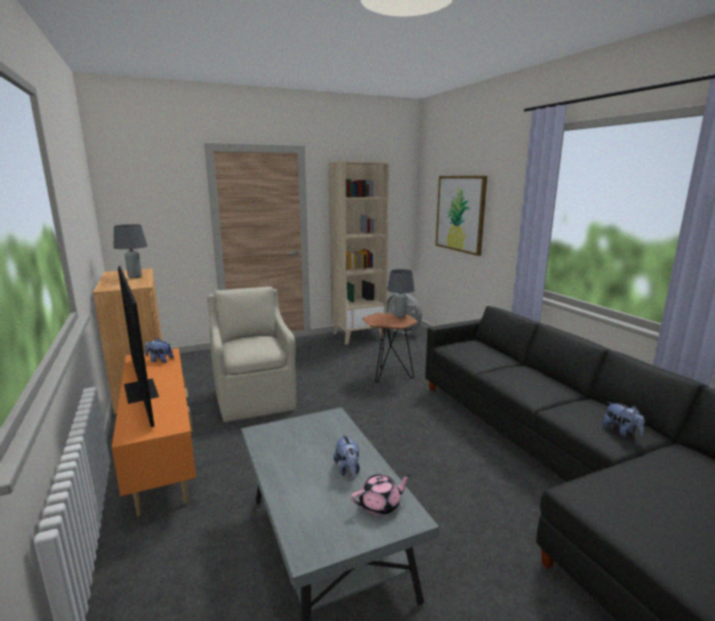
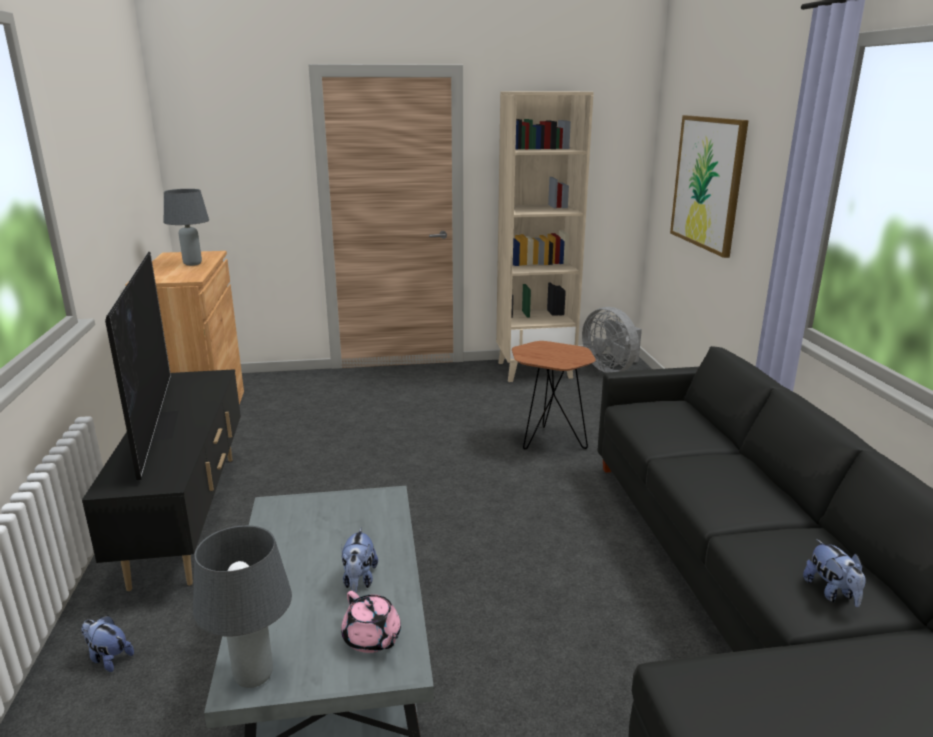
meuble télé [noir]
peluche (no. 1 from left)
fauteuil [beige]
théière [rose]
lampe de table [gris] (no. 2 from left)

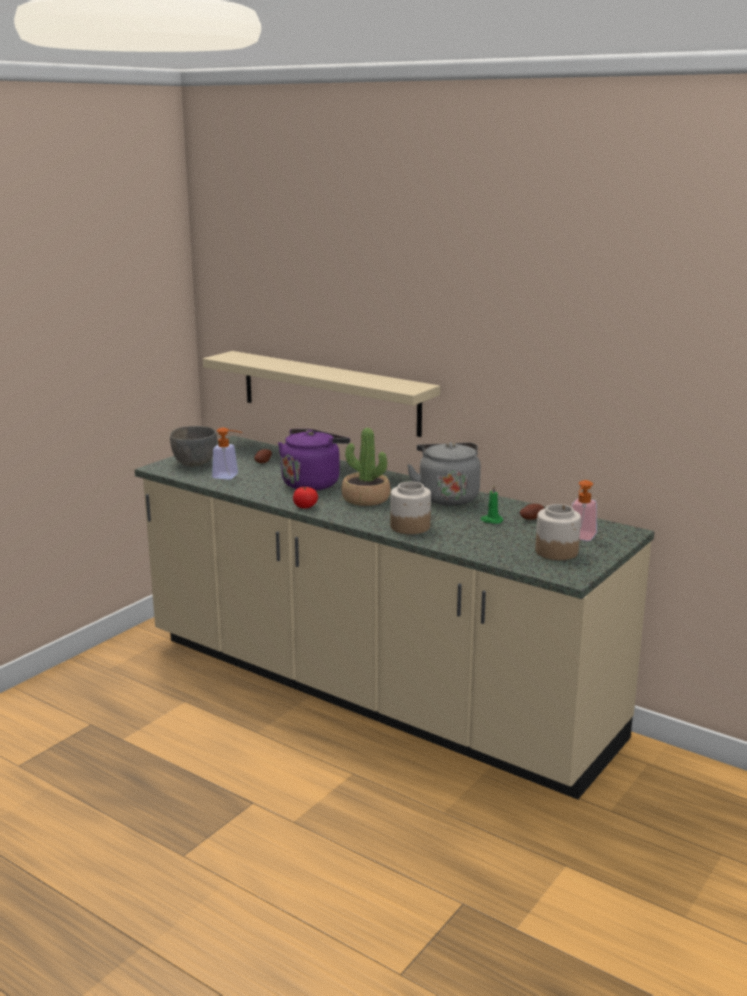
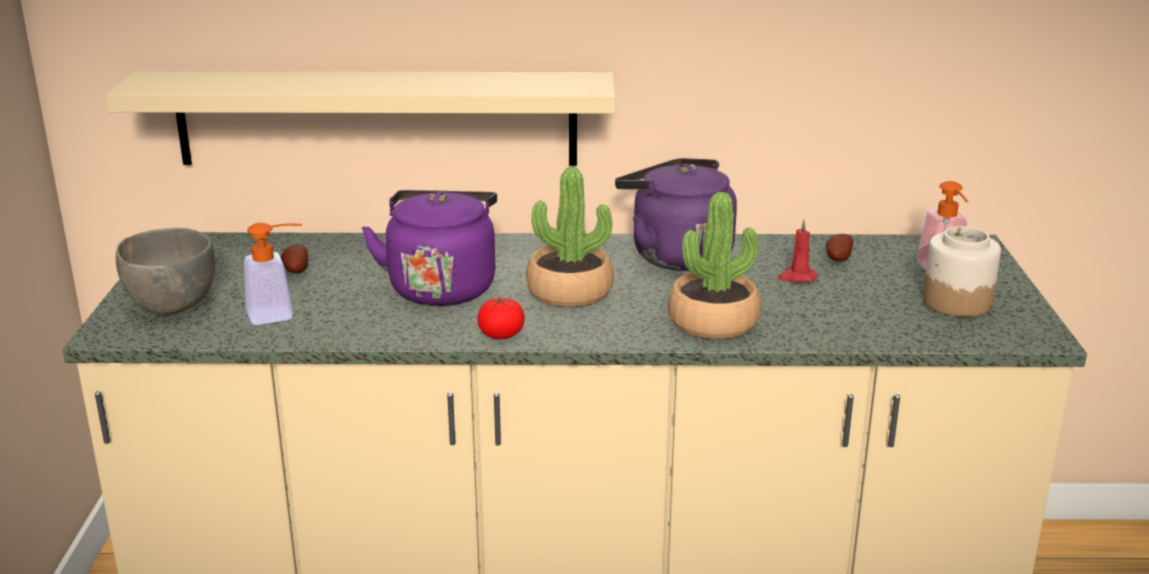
plante en pot (no. 2 from left)
bouilloire [violet] (no. 2 from left)
bougie [rouge]

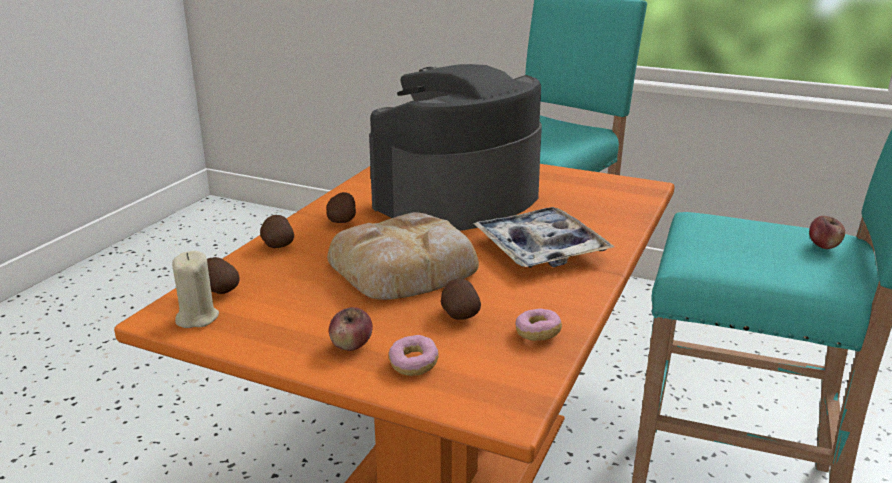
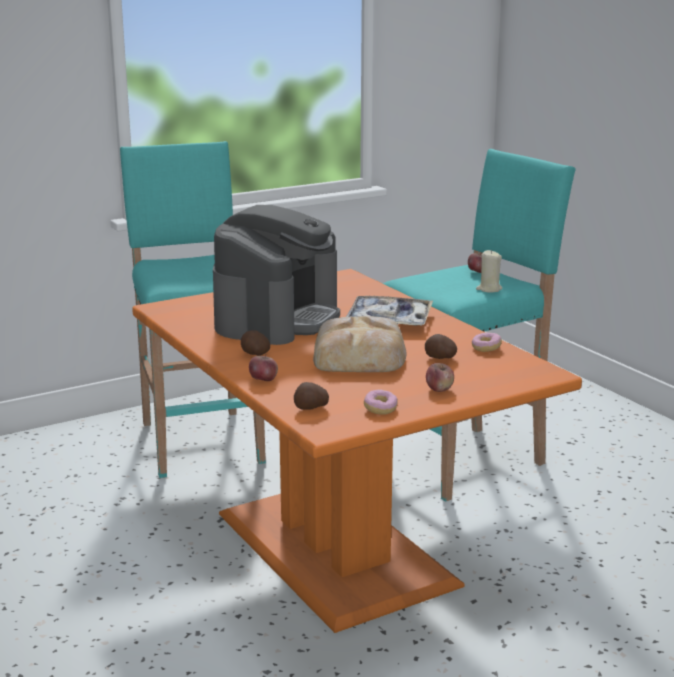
bougie [beige]
pomme (no. 1 from left)
machine à café
beignet (no. 1 from left)

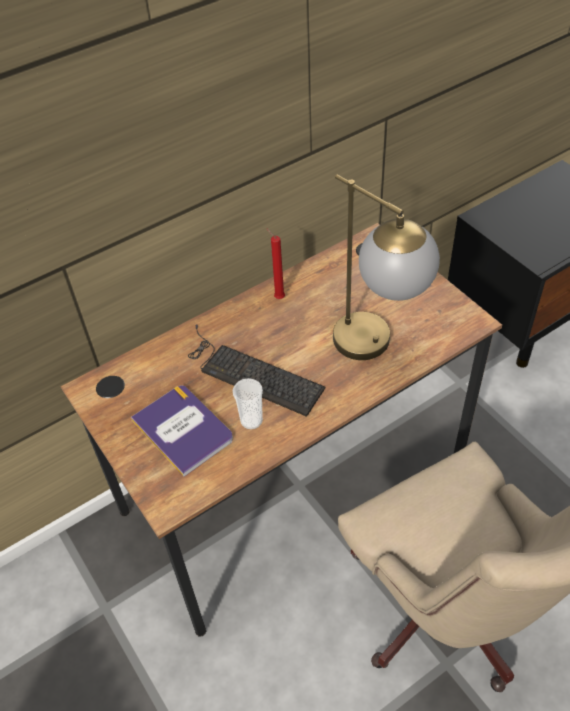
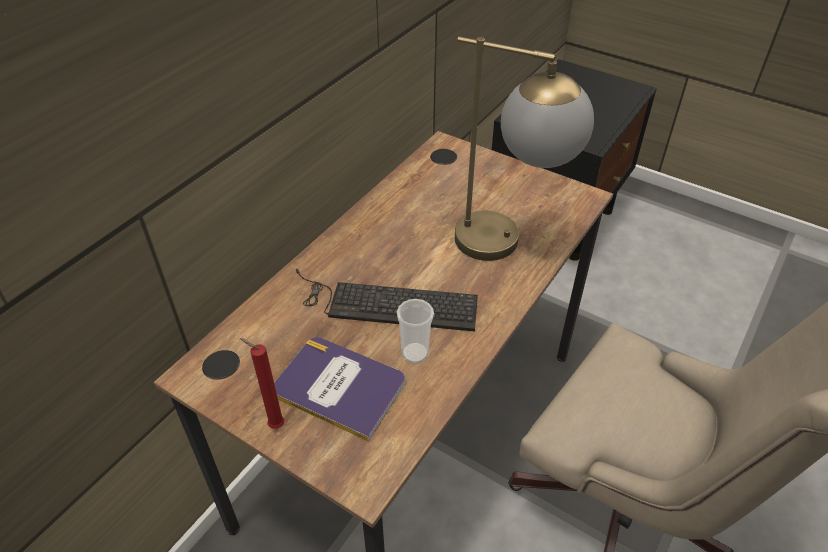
bougie [rouge]

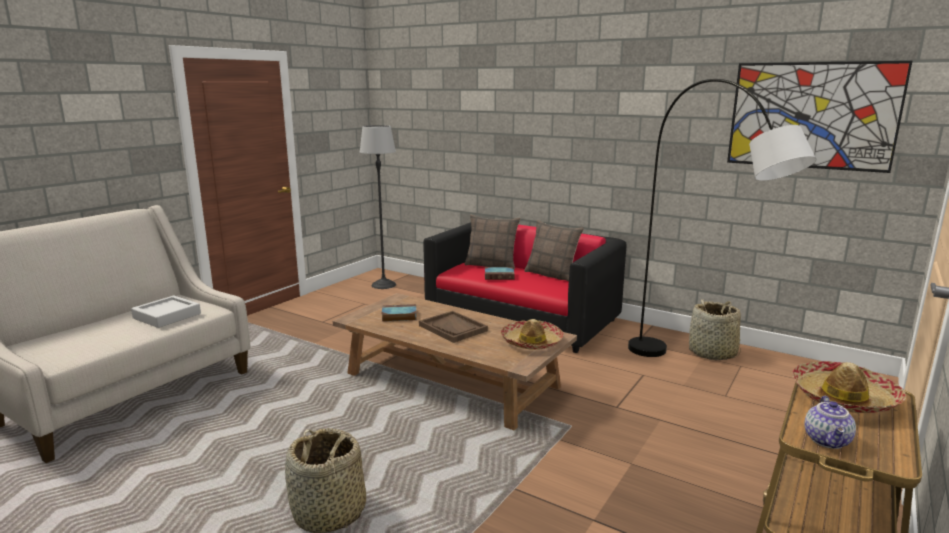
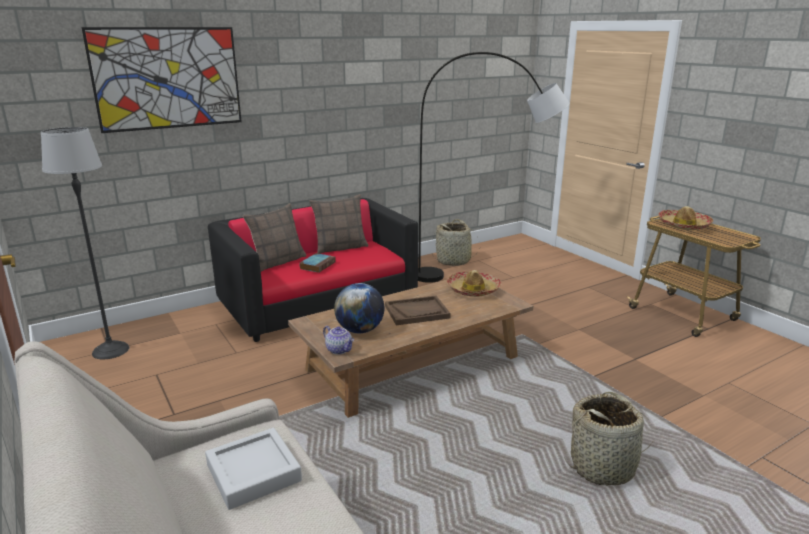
globe
tableau
théière

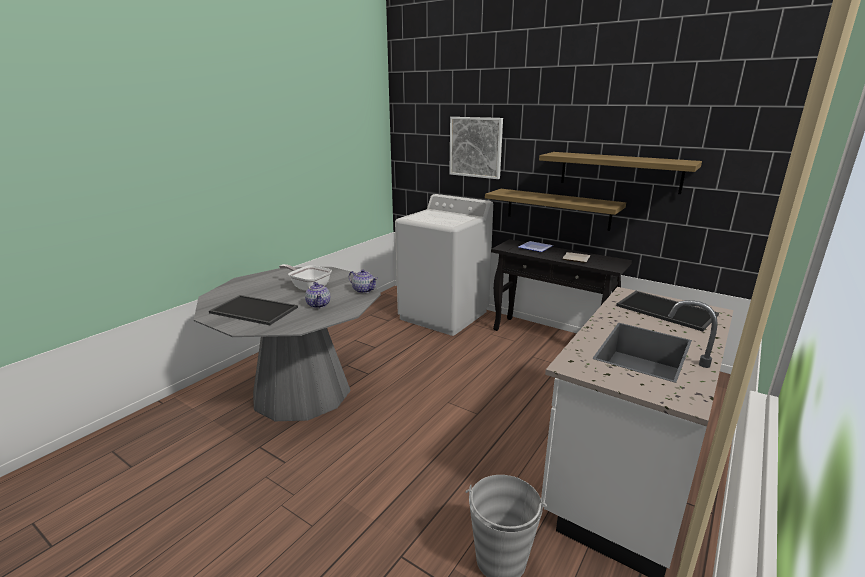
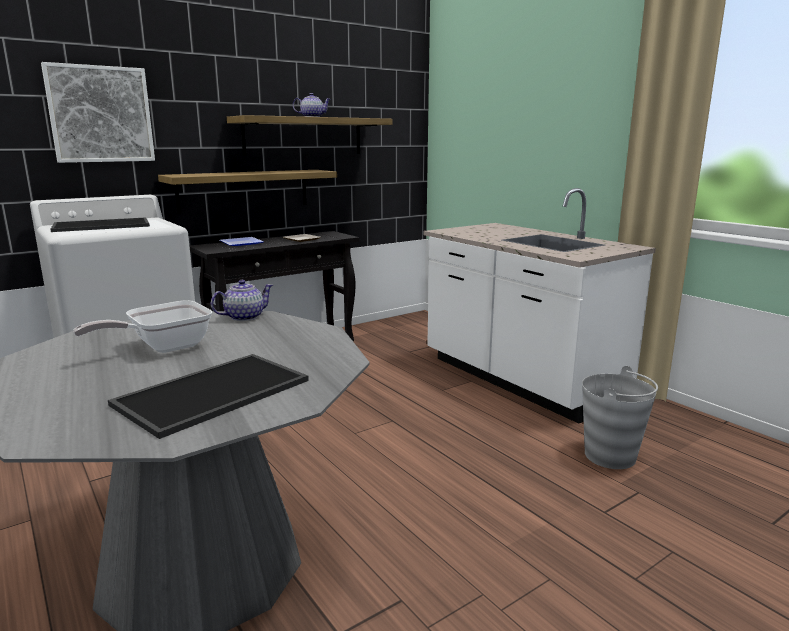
théière (no. 2 from left)
plateau (no. 1 from left)

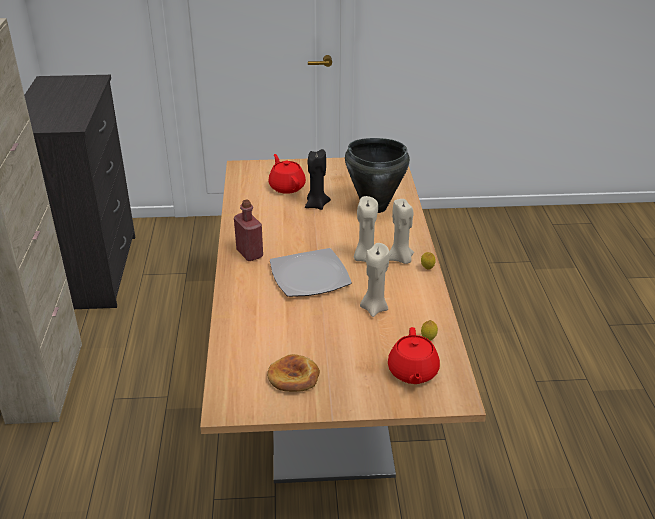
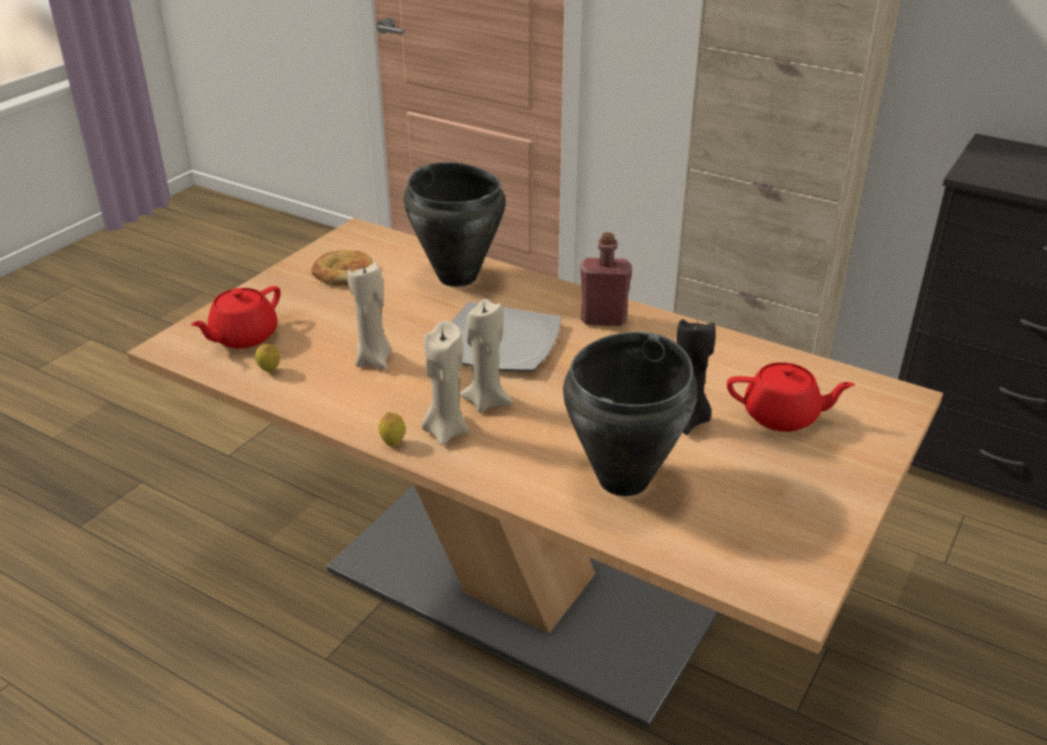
théière [rouge] (no. 1 from left)
marmite [noir] (no. 1 from left)

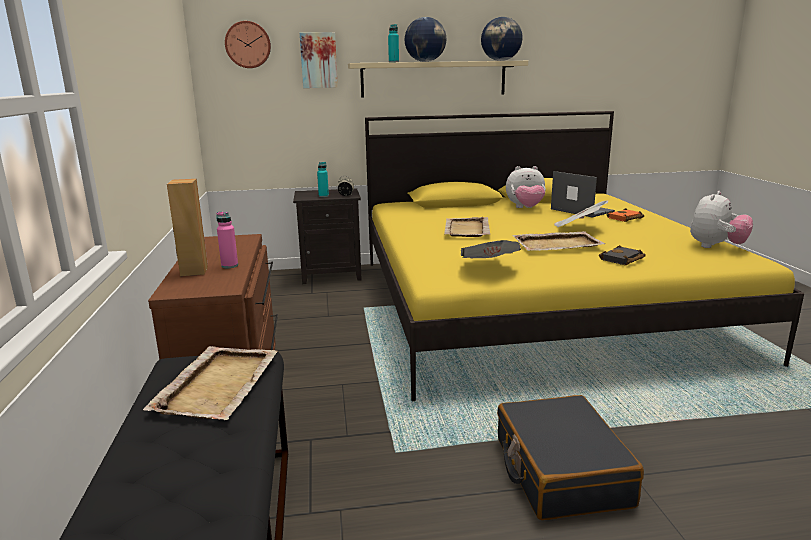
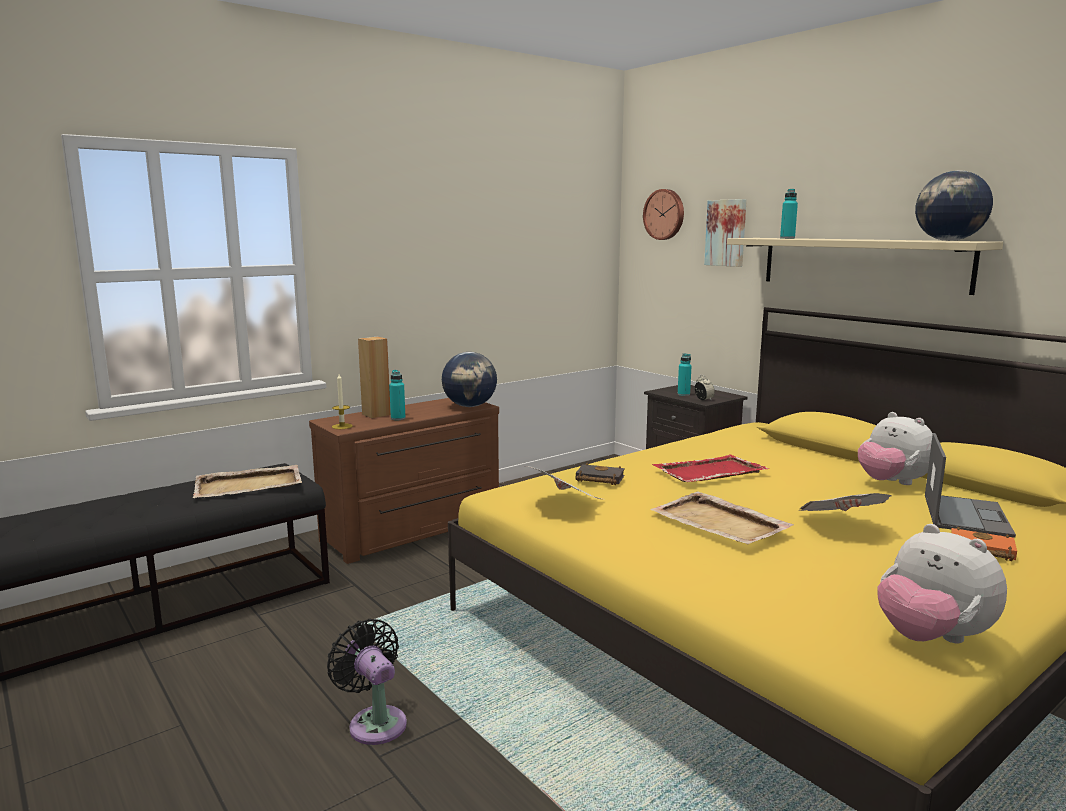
bouteille [turquoise] (no. 1 from left)
globe (no. 1 from left)
plateau [rouge]
ventilateur [noir]
livre [noir]
peluche (no. 2 from left)
bougie

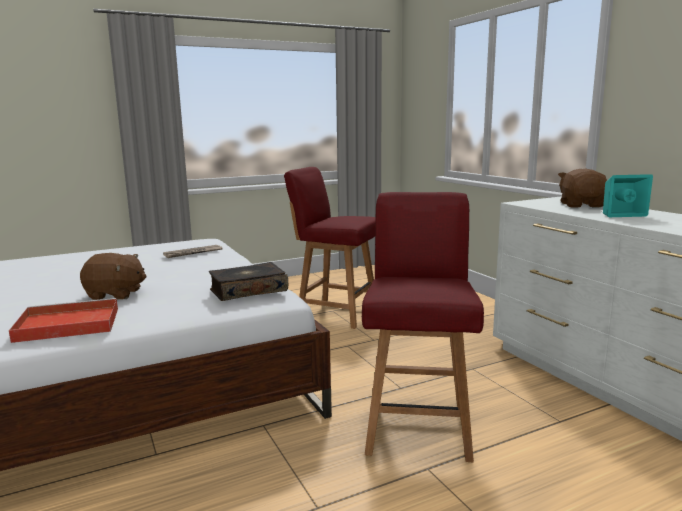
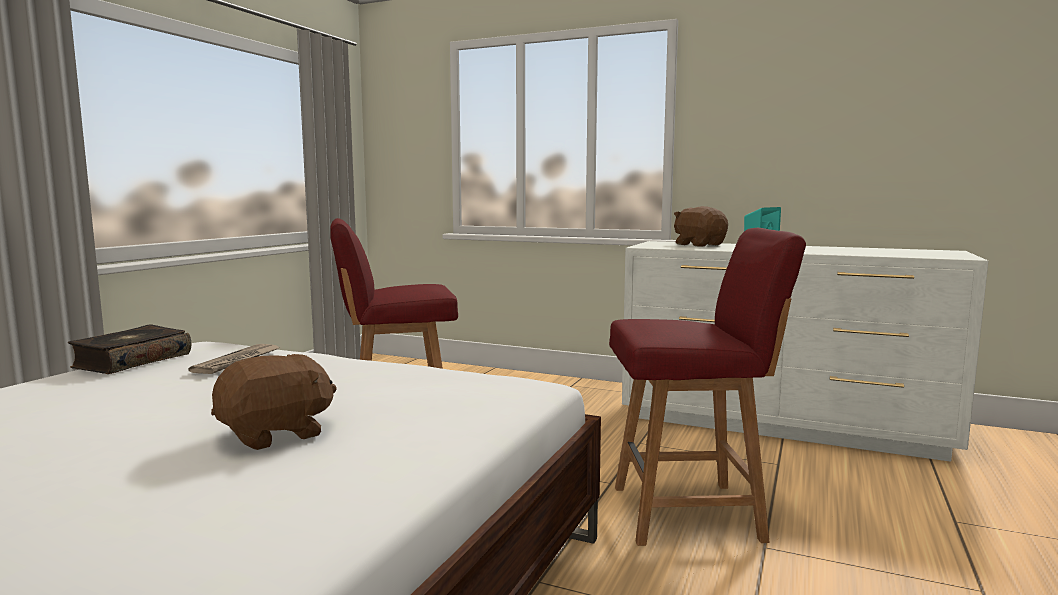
plateau [rouge]
livre
chaise [rouge] (no. 2 from left)

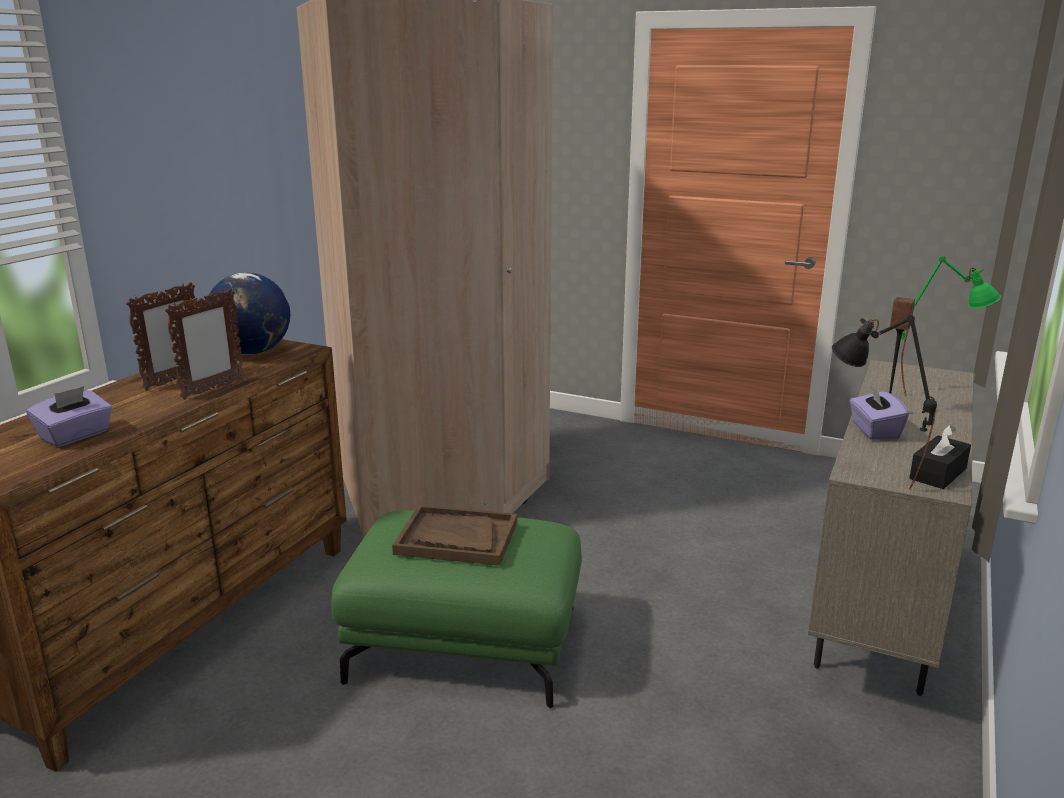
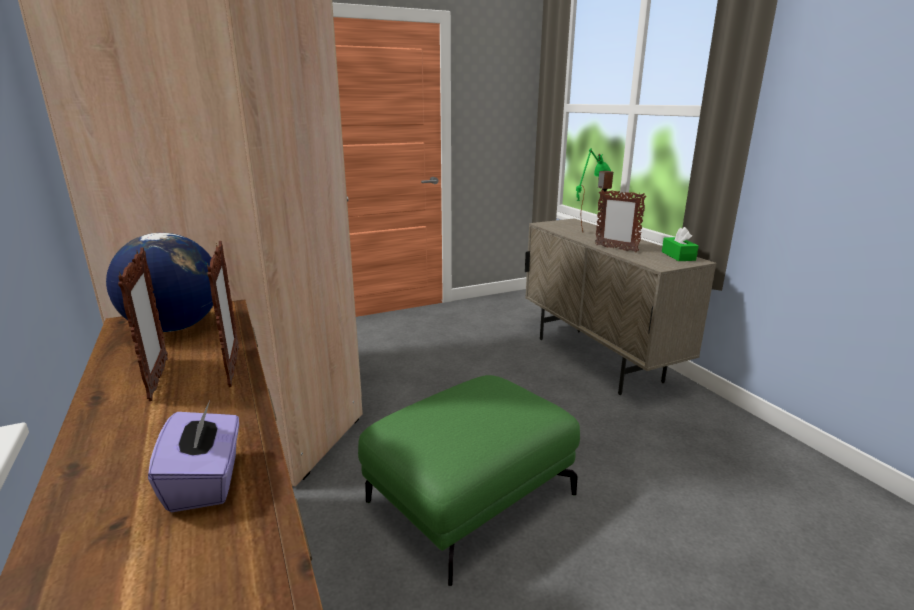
plateau [marron]
lampe de table [noir]
cadre photo (no. 3 from left)
boîte à mouchoirs [vert]

